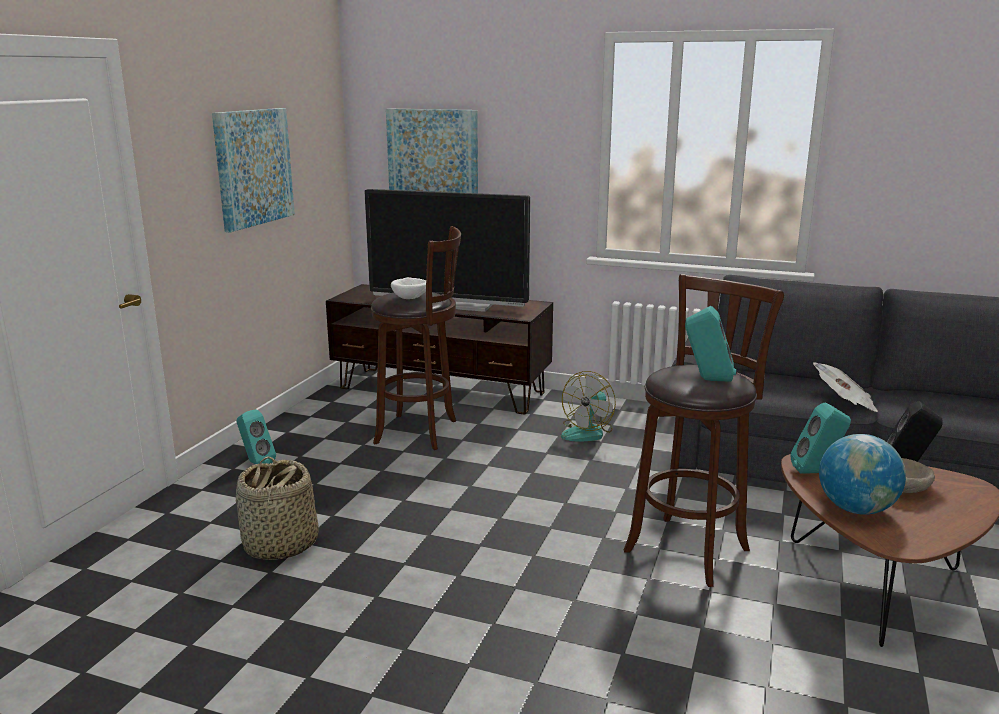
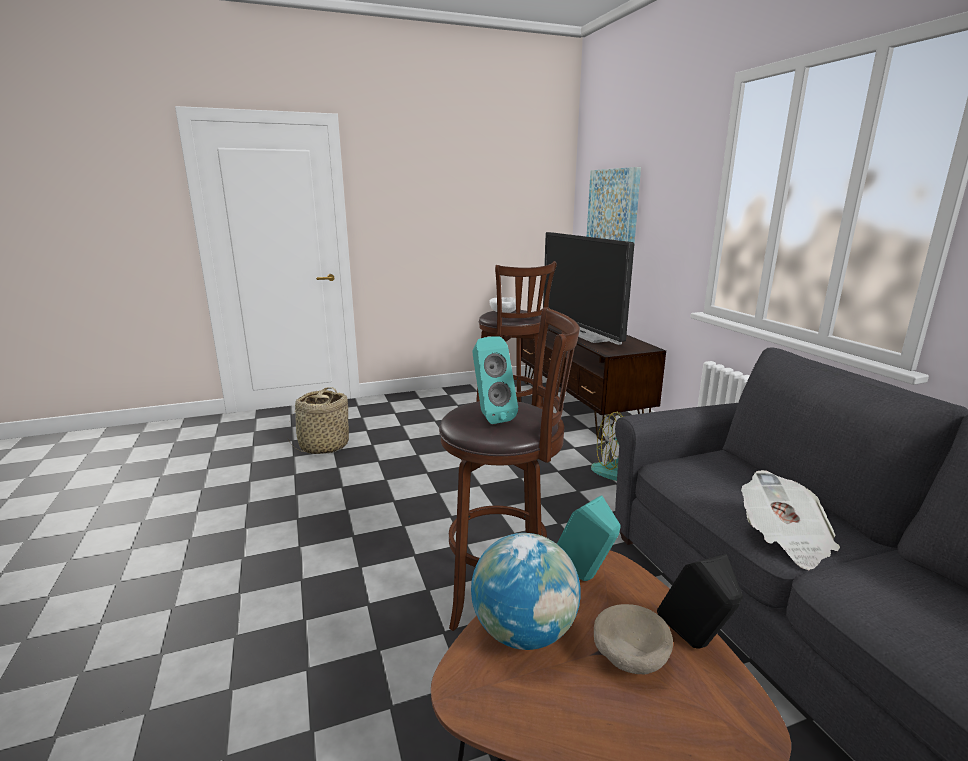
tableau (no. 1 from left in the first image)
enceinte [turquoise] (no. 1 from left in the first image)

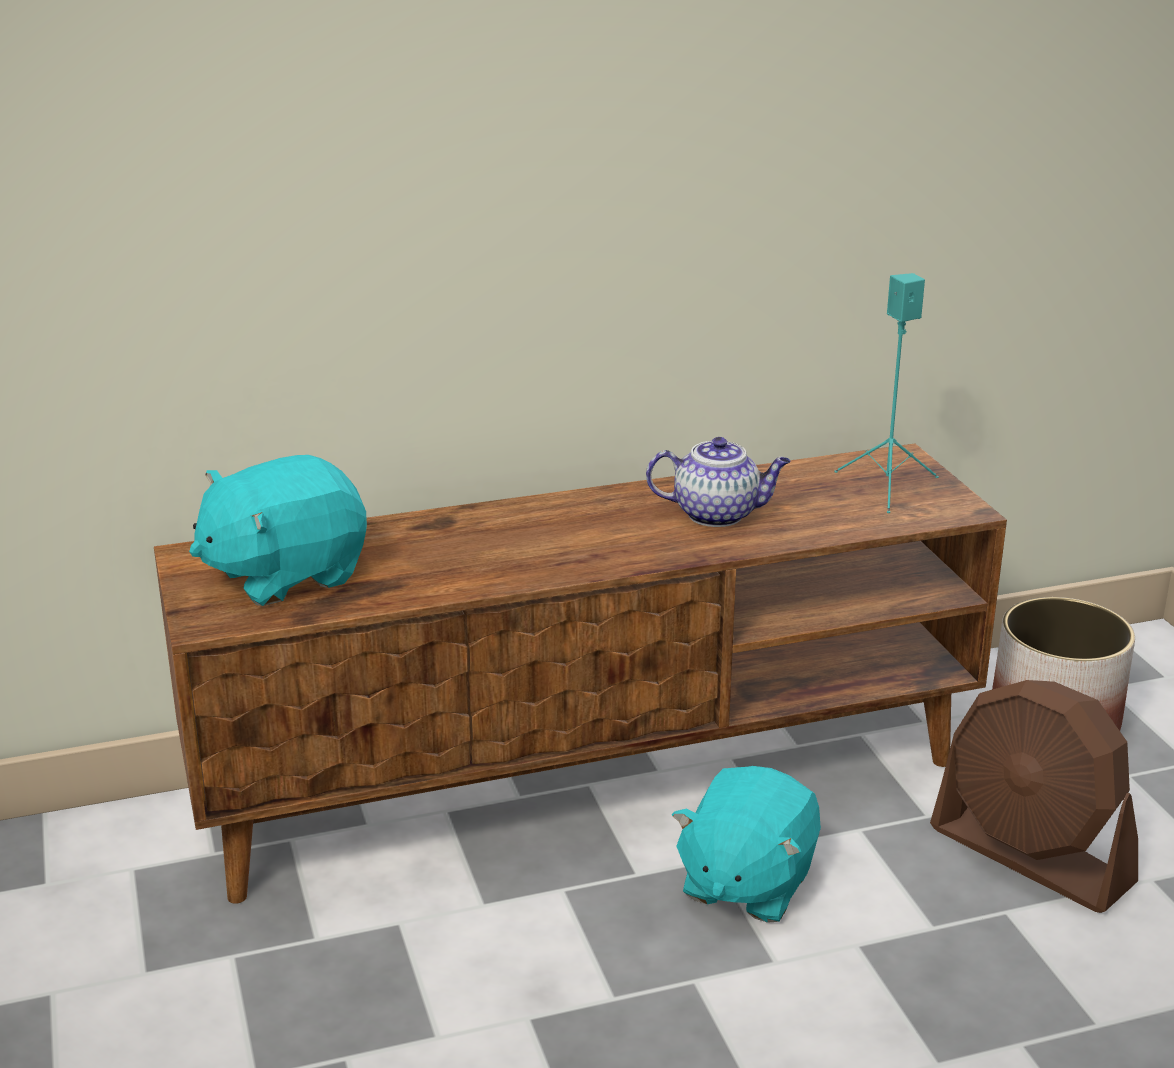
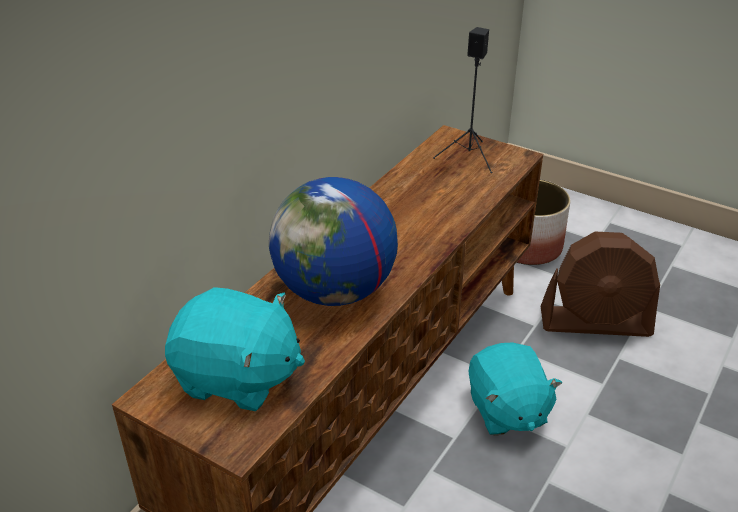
peluche [turquoise] (no. 1 from left)
théière
enceinte [noir]
globe

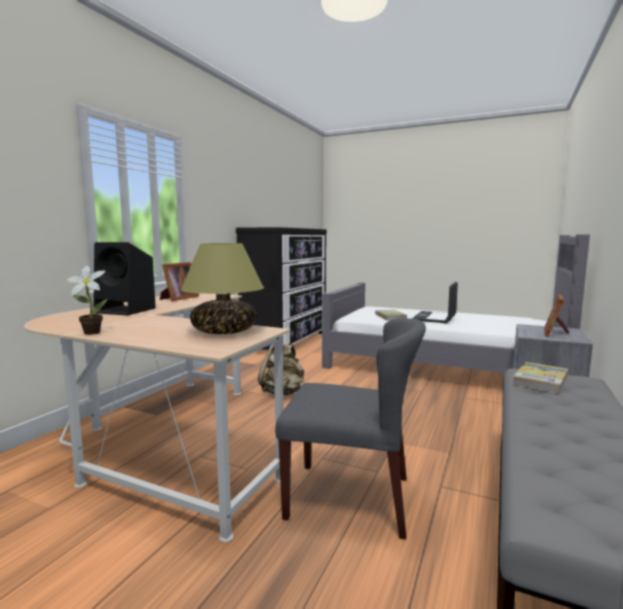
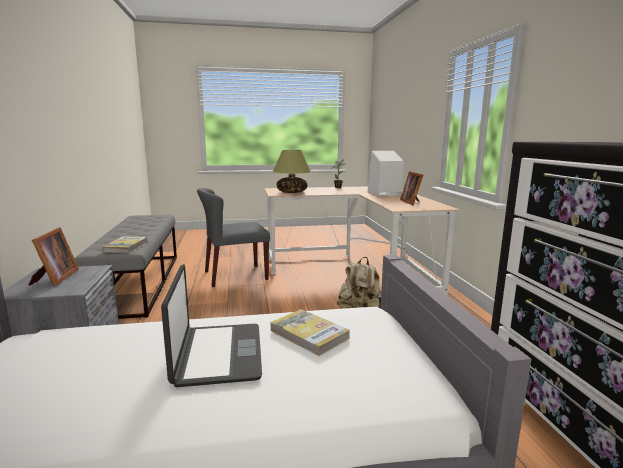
enceinte [blanc]

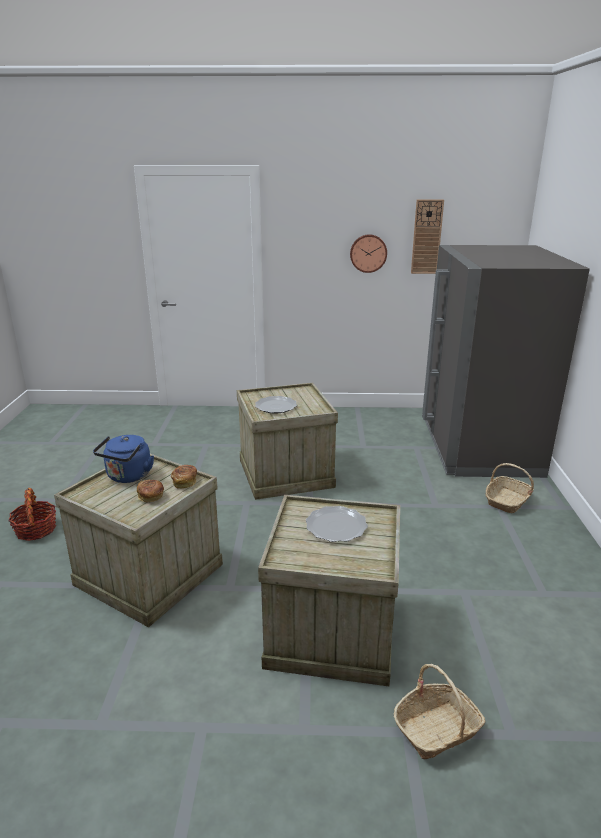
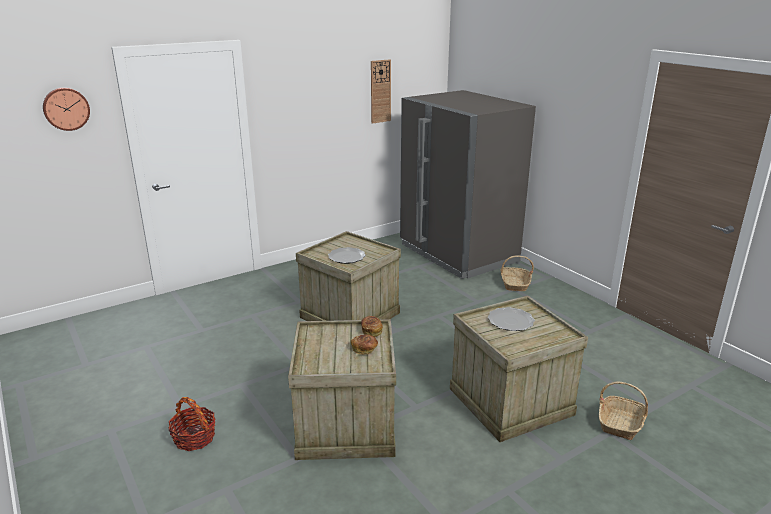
bouilloire [bleu]
horloge murale (no. 1 from left)

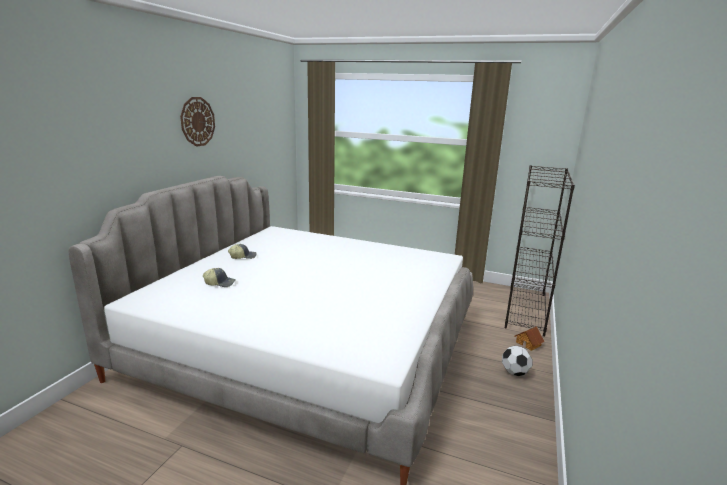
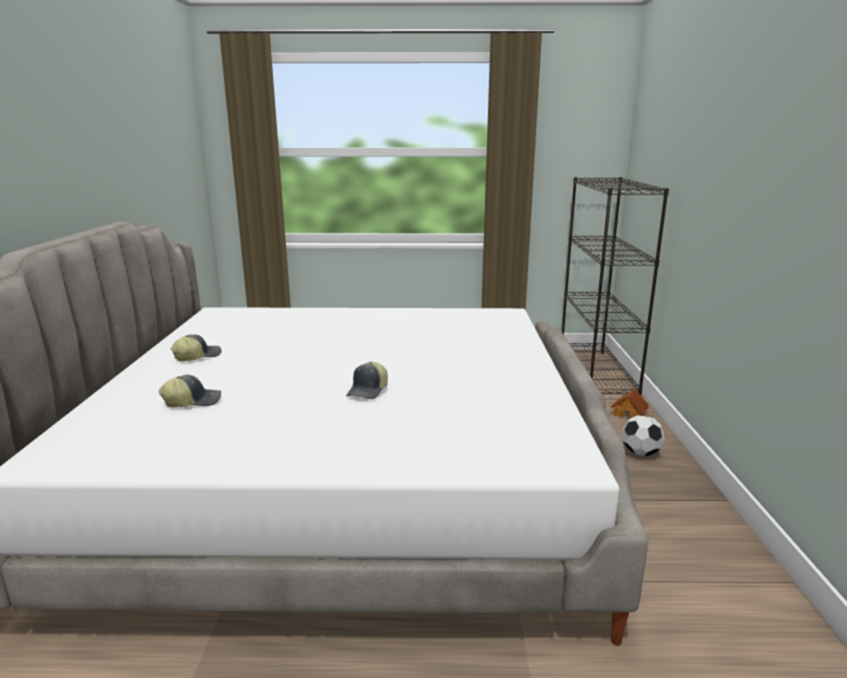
horloge murale
casquette (no. 3 from left)

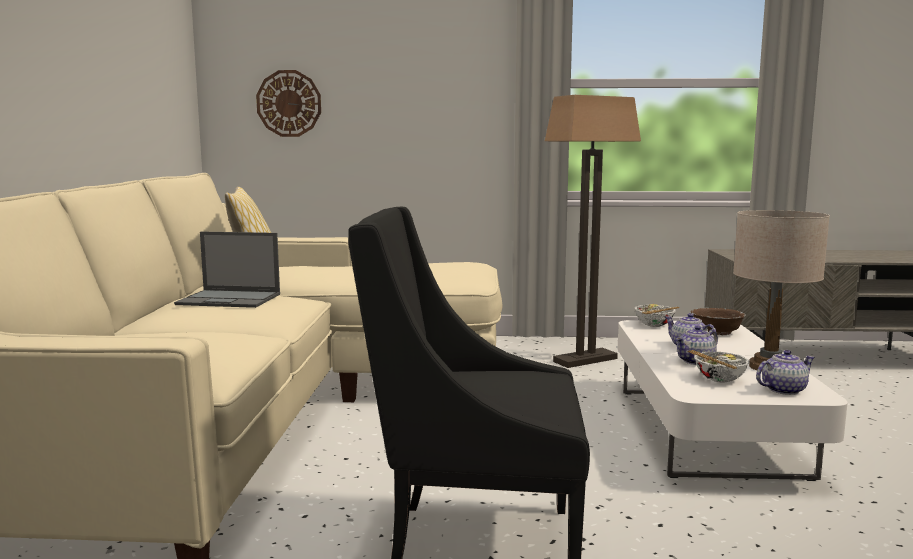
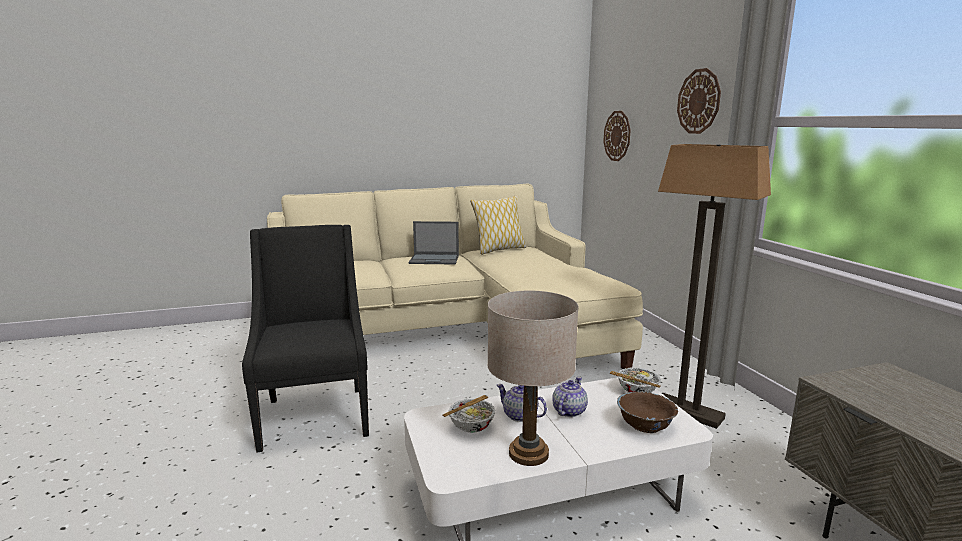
ordinateur portable
théière (no. 3 from left in the first image)
horloge murale (no. 2 from left)

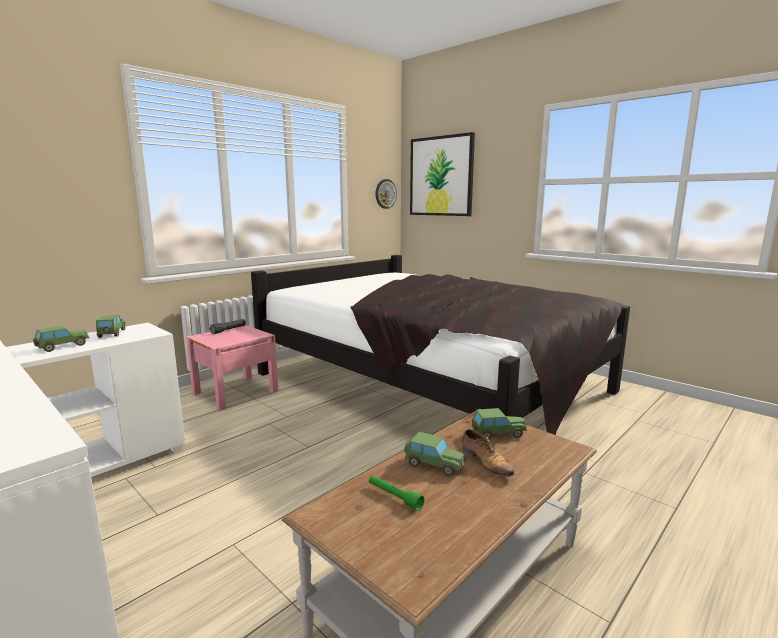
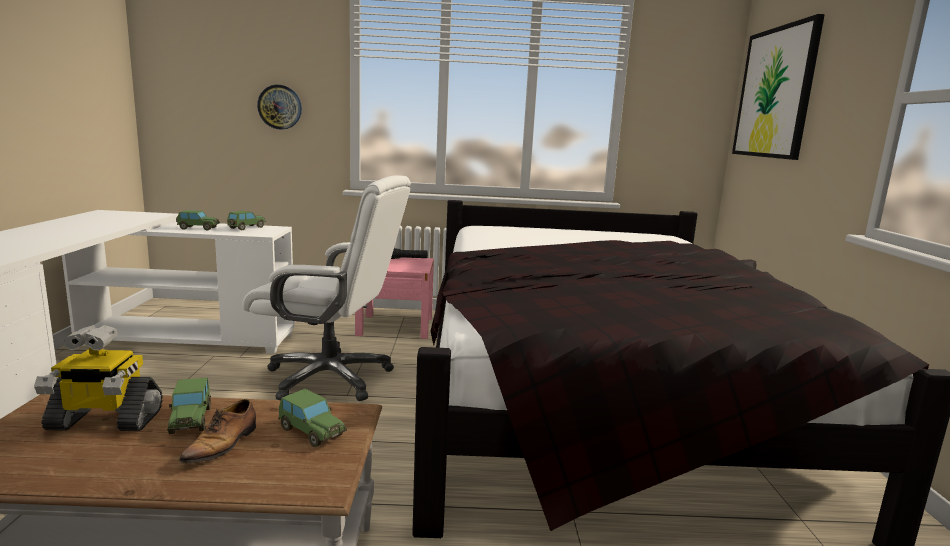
robot jouet
horloge murale
chaise de bureau [blanc]

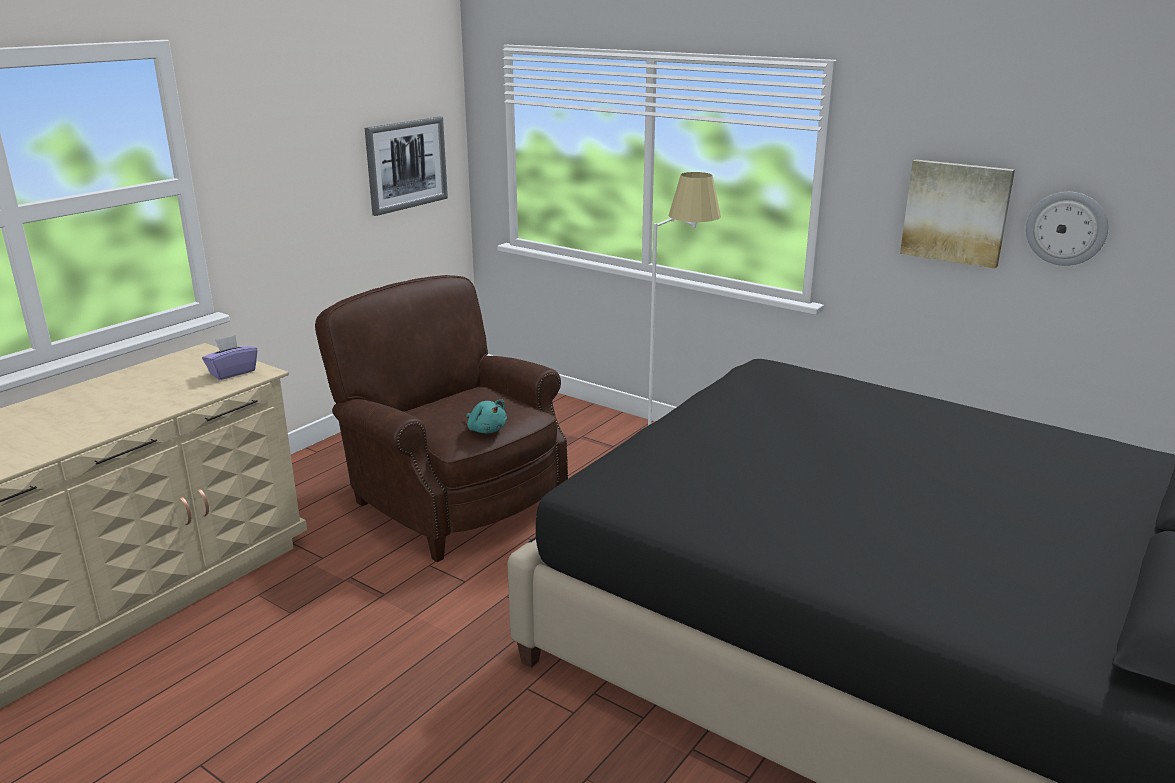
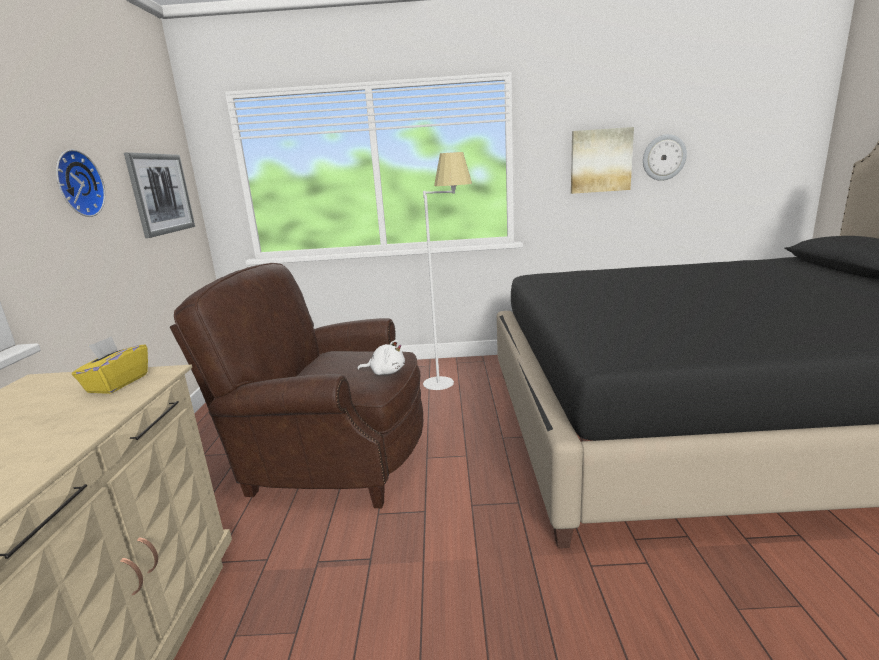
boîte à mouchoirs [jaune]
peluche [blanc]
horloge murale (no. 1 from left)

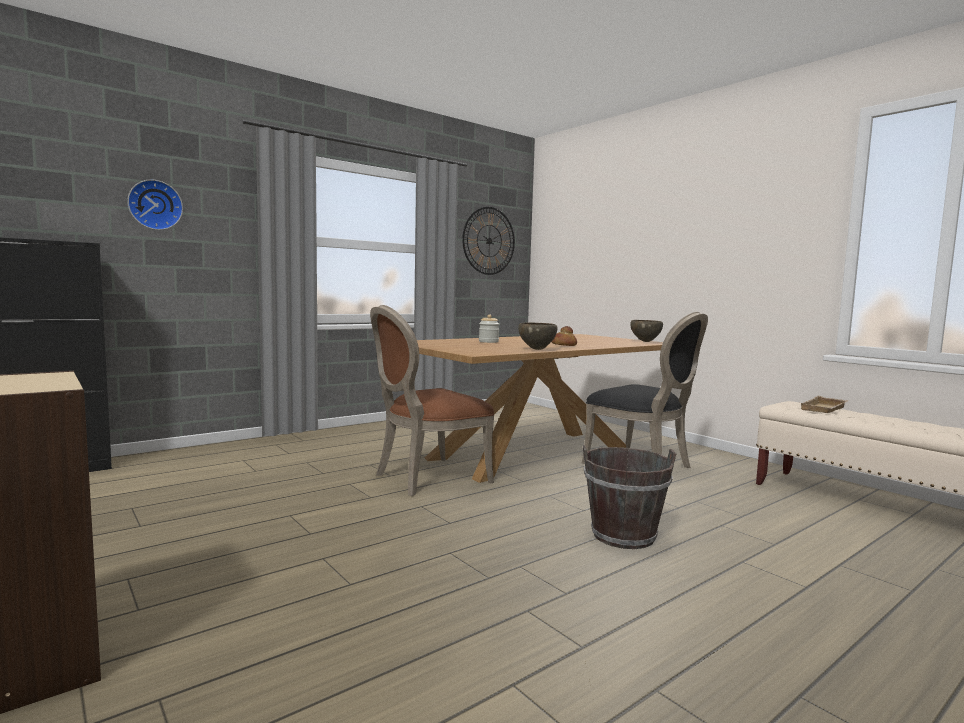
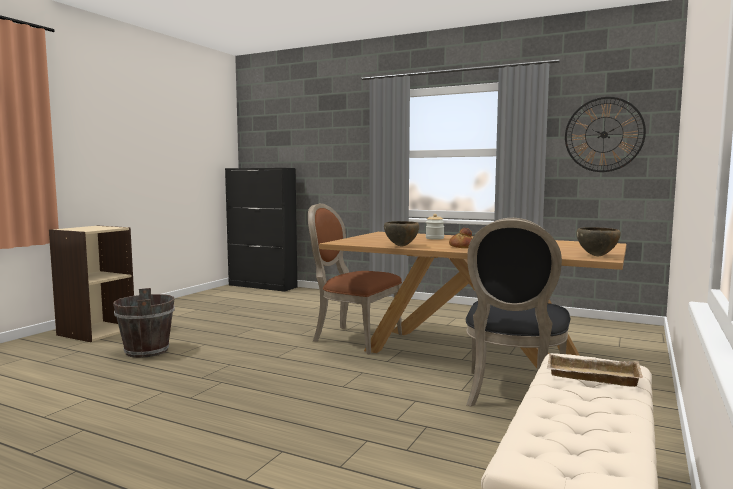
horloge murale (no. 1 from left in the first image)
seau [marron]

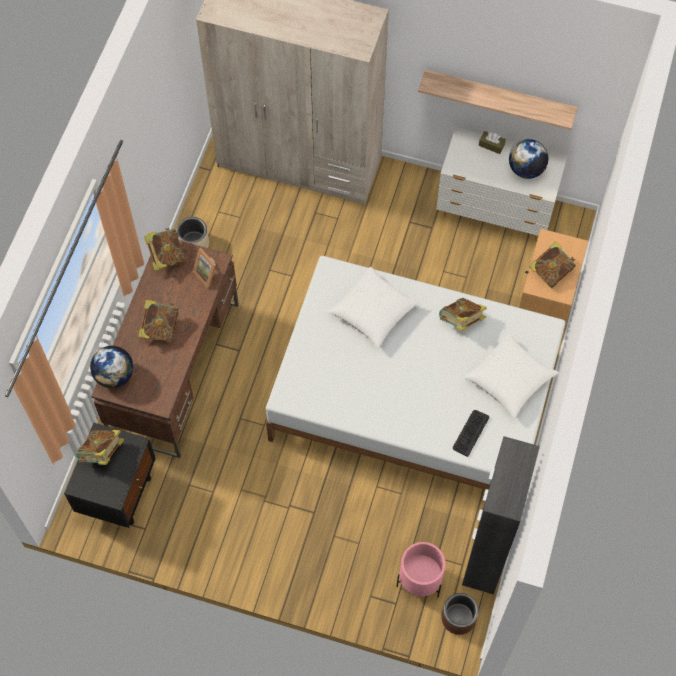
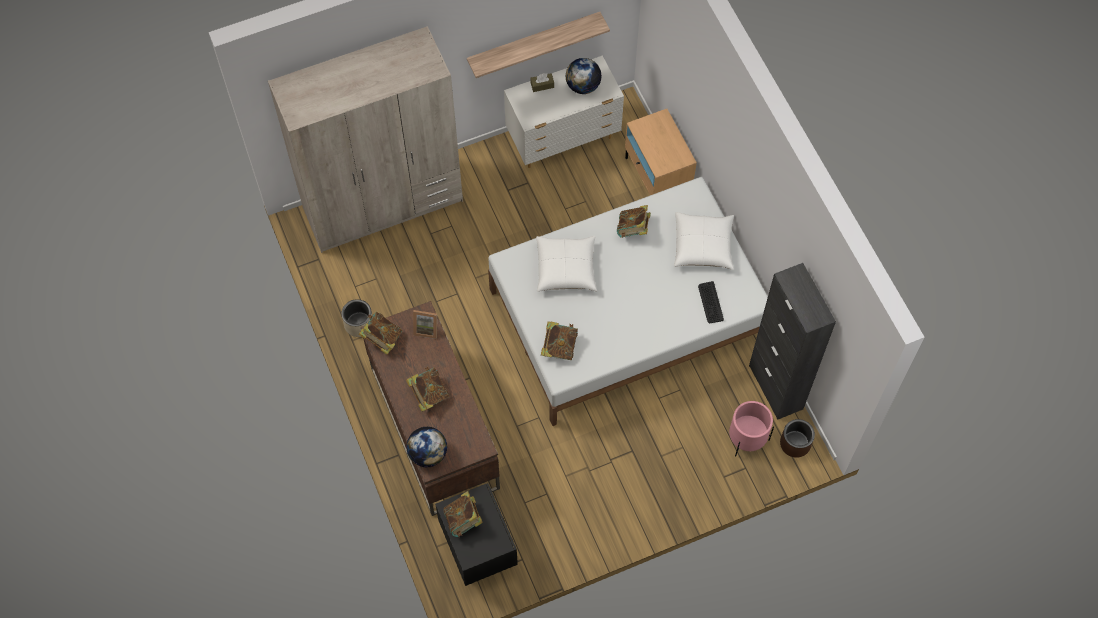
livre (no. 4 from left)

